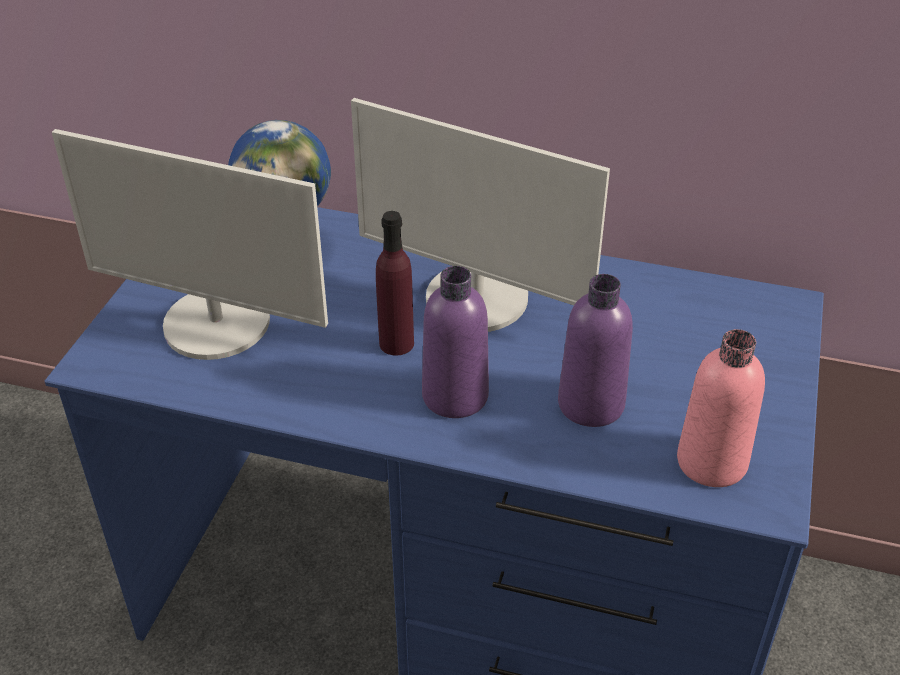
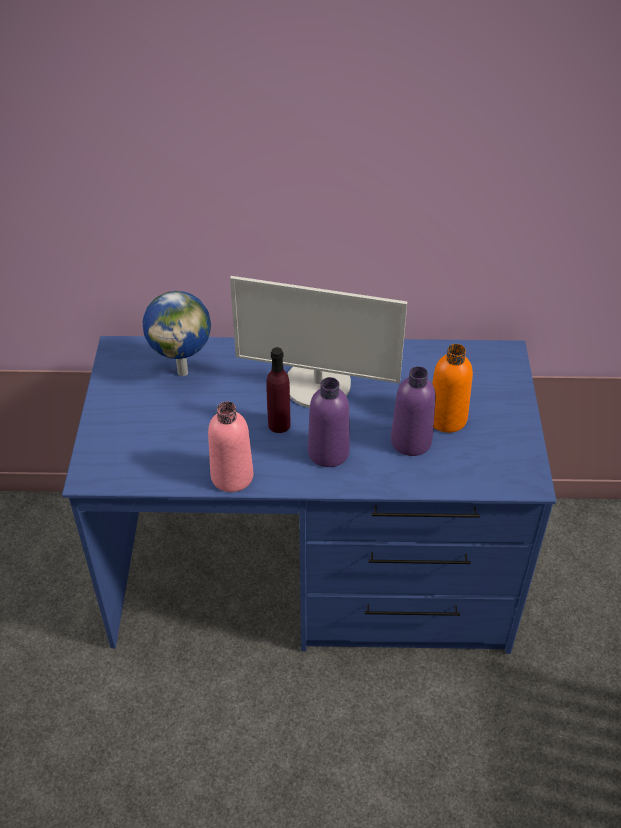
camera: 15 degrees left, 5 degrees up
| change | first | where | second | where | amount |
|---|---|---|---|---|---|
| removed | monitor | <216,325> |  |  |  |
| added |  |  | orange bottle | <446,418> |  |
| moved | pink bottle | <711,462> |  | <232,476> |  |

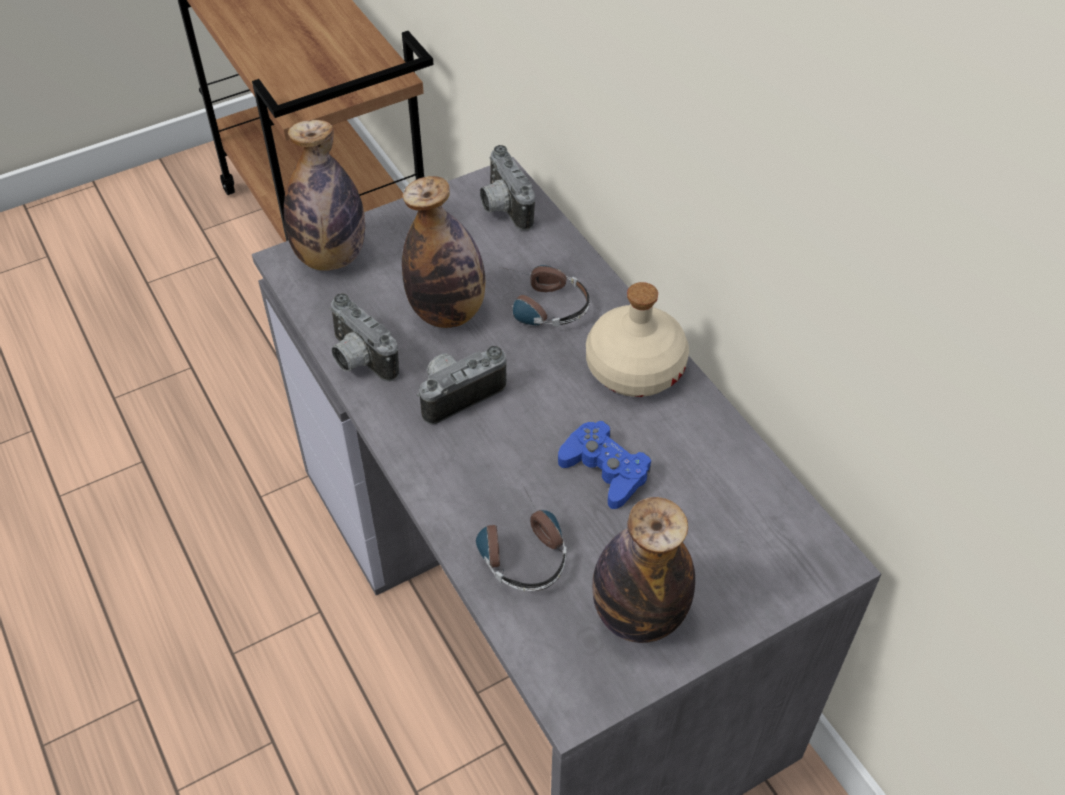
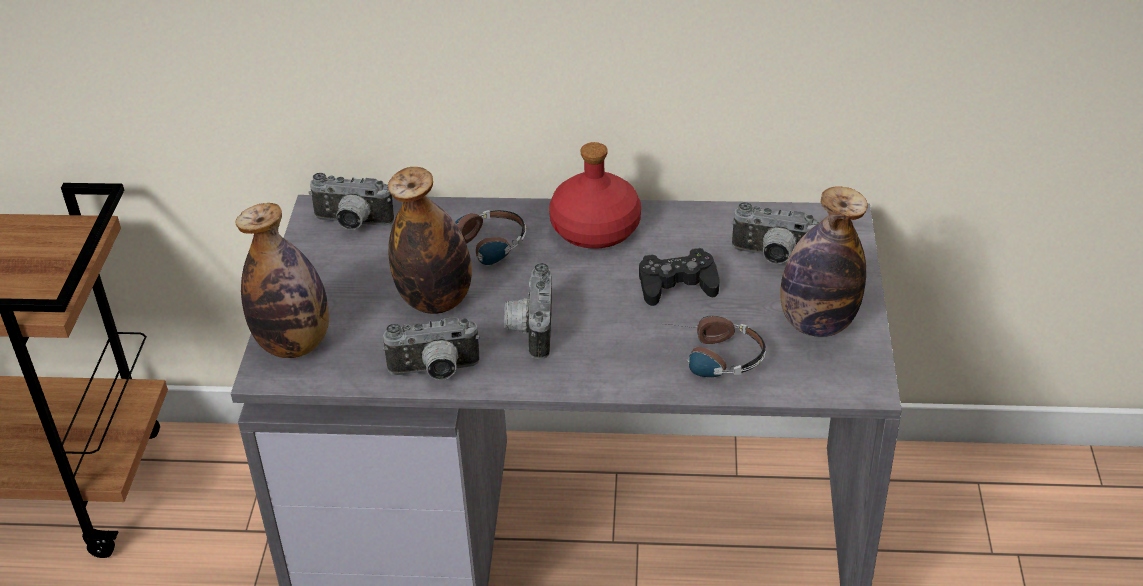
camera: 55 degrees left, 10 degrees down
| change | first | where | second | where | amount |
|---|---|---|---|---|---|
| added |  |  | photo camera | <772,257> |  |
| recoloured | blue game controller | <605,470> | black game controller | <677,285> |  |
| recoloured | beige bottle | <633,367> | red bottle | <594,229> |  |

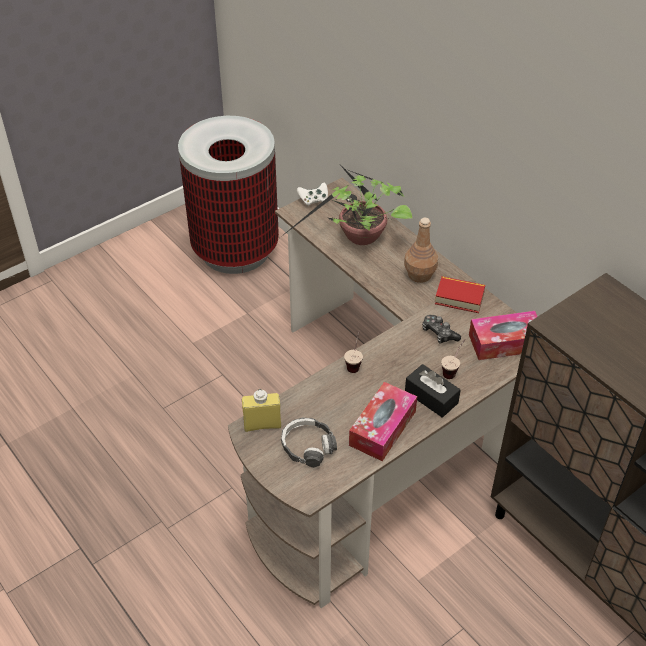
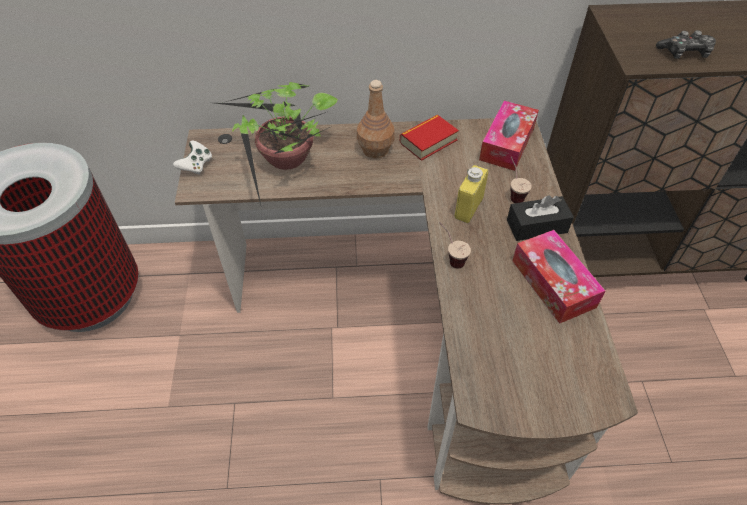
camera: 55 degrees left, 5 degrees up
| change | first | where | second | where | amount |
|---|---|---|---|---|---|
| removed | headphones | <308,446> |  |  |  |
| moved | yellow bottle | <262,424> |  | <468,208> |  |
| moved | game controller | <439,333> |  | <684,53> |  |

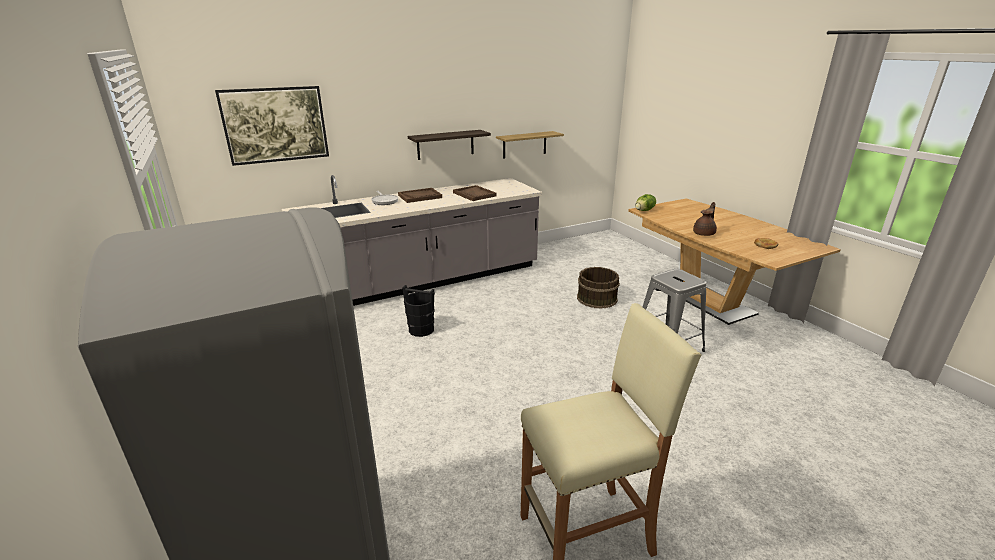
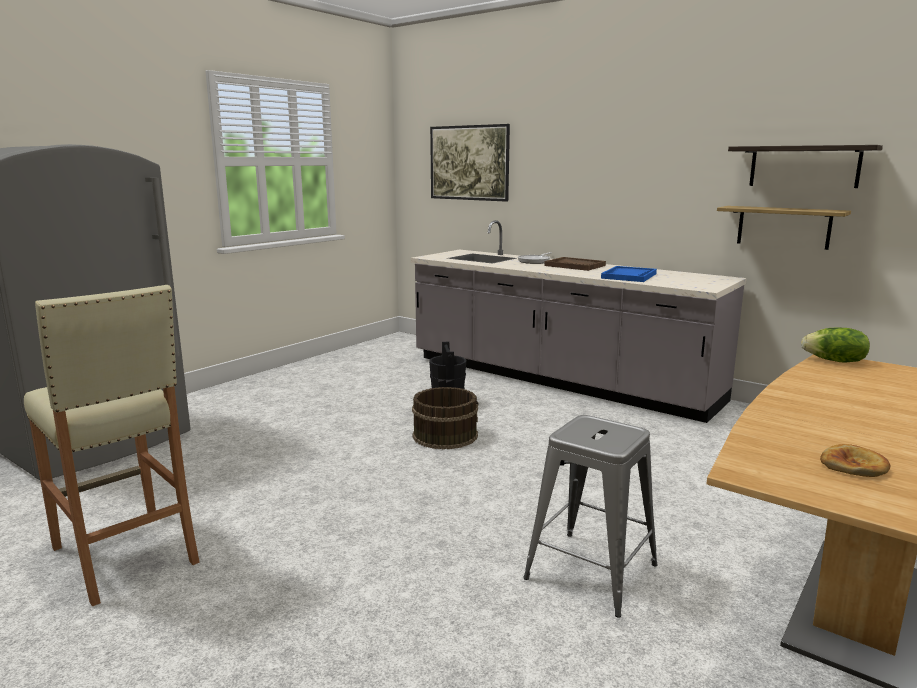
camera: 65 degrees right, 10 degrees down
| change | first | where | second | where | amount |
|---|---|---|---|---|---|
| removed | brown teapot | <704,233> |  |  |  |
| moved | shelf | <445,144> |  | <804,166> |  |
| moved | brown bucket | <596,298> |  | <445,435> |  |
| recoloured | brown tray | <474,194> | blue tray | <629,276> |  |

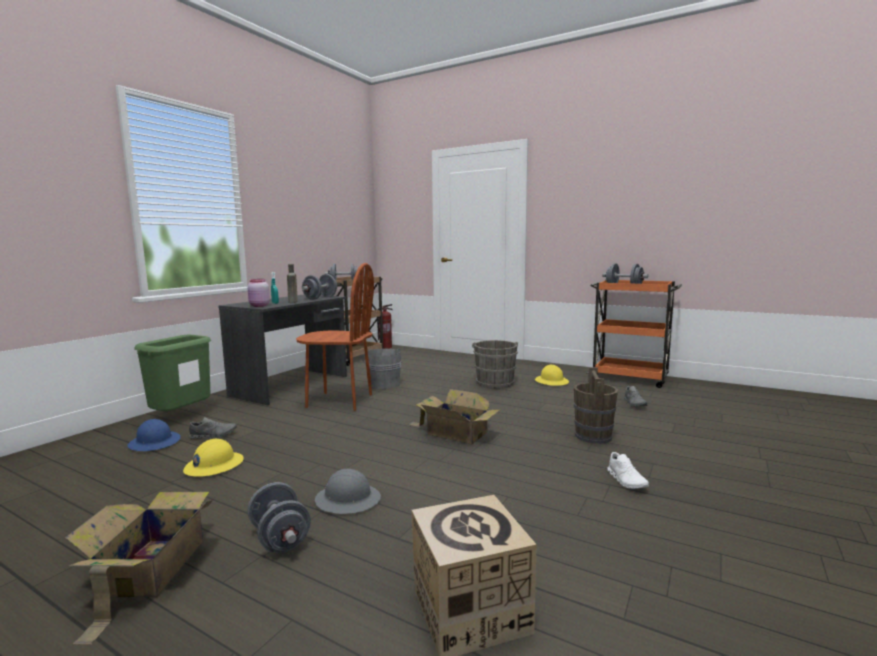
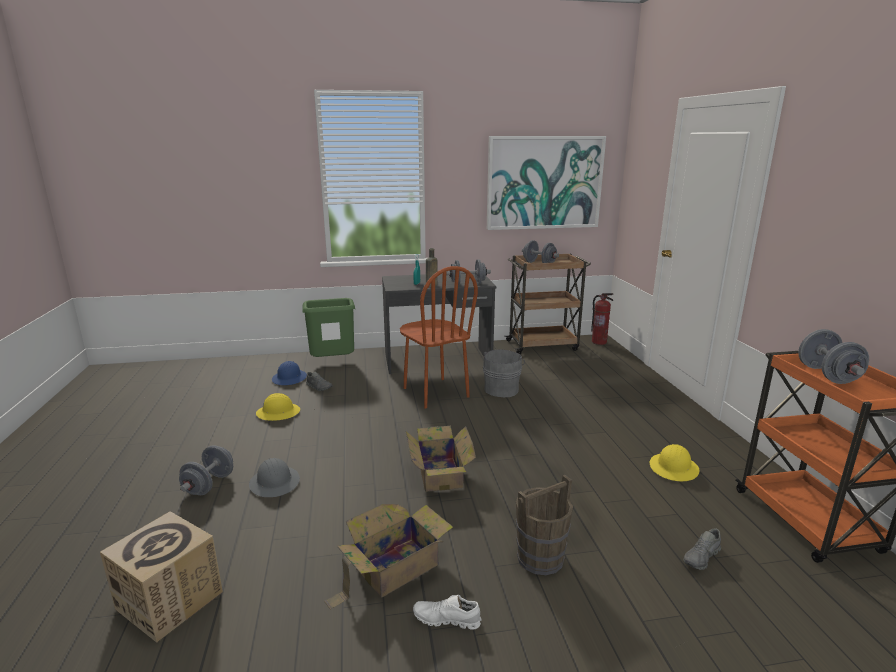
camera: 50 degrees right, 10 degrees up
| change | first | where | second | where | amount |
|---|---|---|---|---|---|
| removed | pink jar | <259,306> |  |  |  |
| removed | grey bucket | <495,382> |  |  |  |
| added |  |  | picture | <544,183> |  |
| moved | cardboard box | <149,570> |  | <393,568> |  |
| turned | white shoe | <626,481> |  | <446,619> | 60 degrees clockwise |

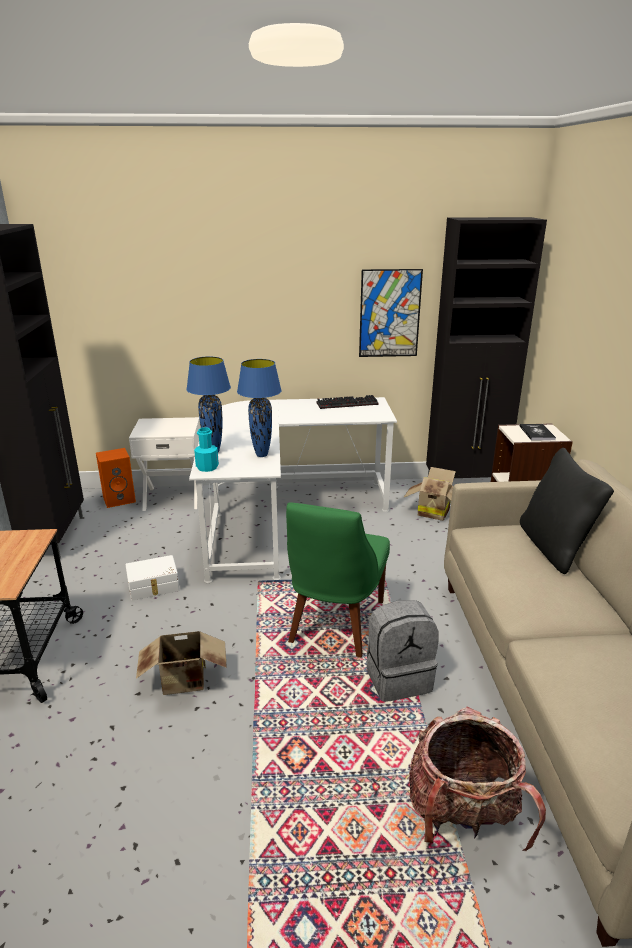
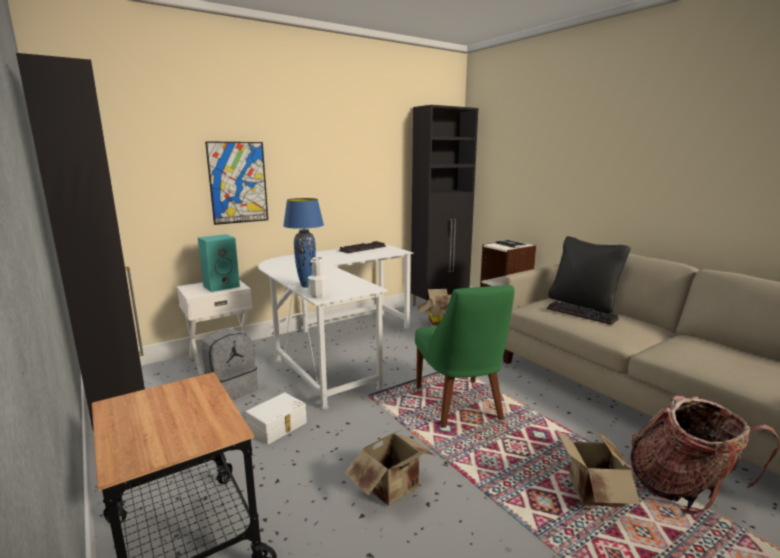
camera: 30 degrees left, 10 degrees down
| change | first | where | second | where | amount |
|---|---|---|---|---|---|
| removed | orange speaker | <120,499> |  |  |  |
| removed | blue table lamp | <262,455> |  |  |  |
| added |  |  | turquoise speaker | <222,286> |  |
| added |  |  | keyboard | <583,314> |  |
| added |  |  | cardboard box | <591,493> |  |
| moved | picture | <389,313> |  | <238,183> |  |
| moved | grey backpack | <398,677> |  | <231,389> |  |
| recoloured | turquoise bottle | <207,467> | white bottle | <319,295> |  |

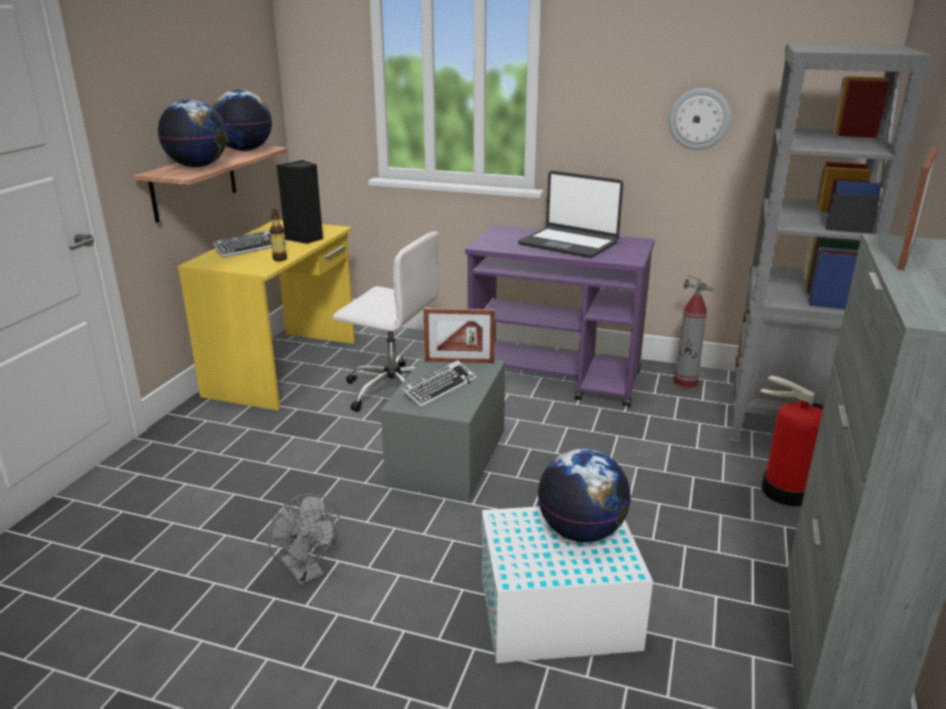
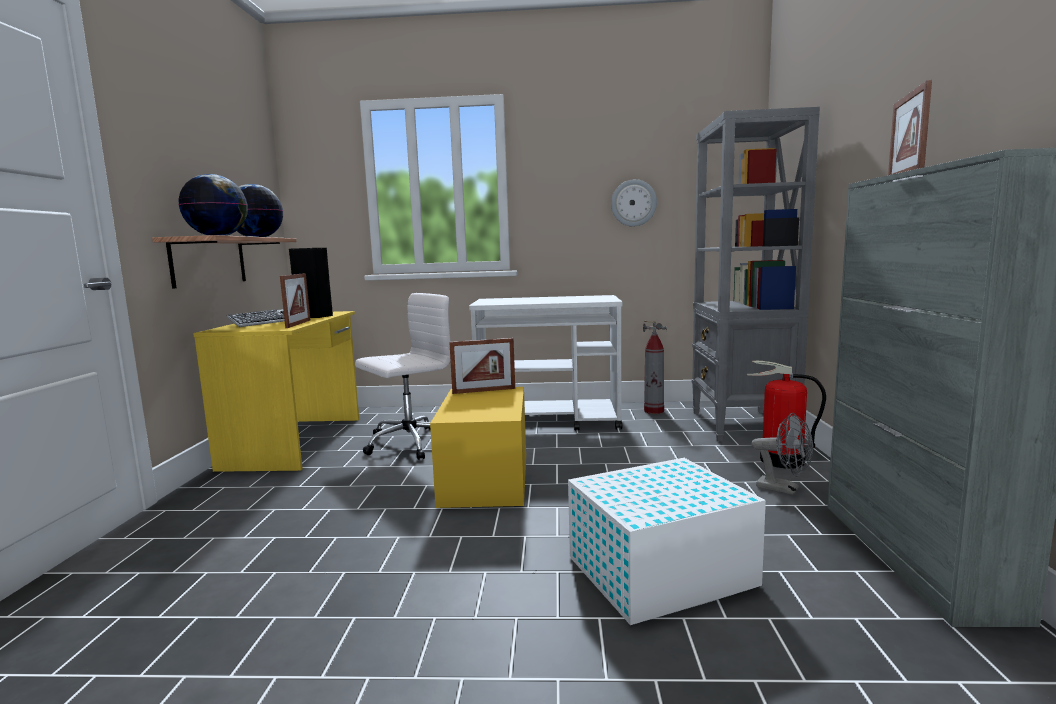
camera: 15 degrees left, 15 degrees down
| change | first | where | second | where | amount |
|---|---|---|---|---|---|
| removed | keyboard | <439,388> |  |  |  |
| removed | laptop | <569,244> |  |  |  |
| removed | globe | <581,532> |  |  |  |
| moved | grey fan | <306,573> |  | <784,489> |  |
| replaced | bottle | <280,259> | picture frame | <298,324> |  |
| recoloured | grey storage box | <448,456> | yellow storage box | <485,479> |  |
| recoloured | purple cart | <556,378> | white cart | <550,420> |  |
| turned | white office chair | <391,390> |  | <408,444> | 45 degrees counterclockwise |

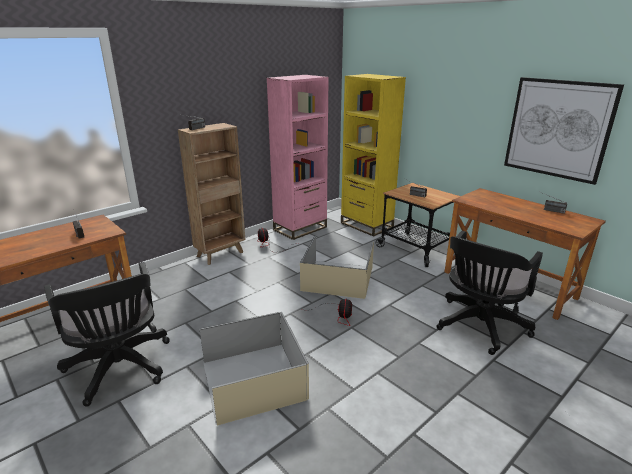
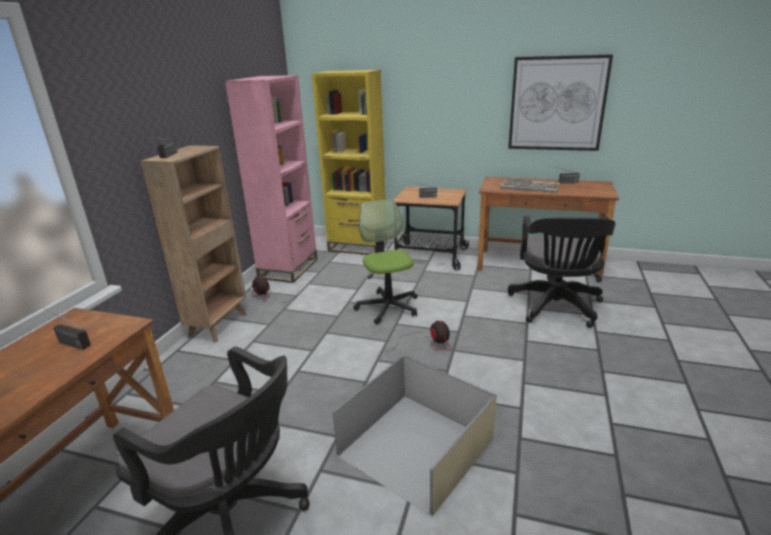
camera: 30 degrees left, 0 degrees up
| change | first | where | second | where | amount |
|---|---|---|---|---|---|
| added |  |  | keyboard | <530,187> |  |
| replaced | beige storage box | <339,278> | office chair | <388,307> |  |

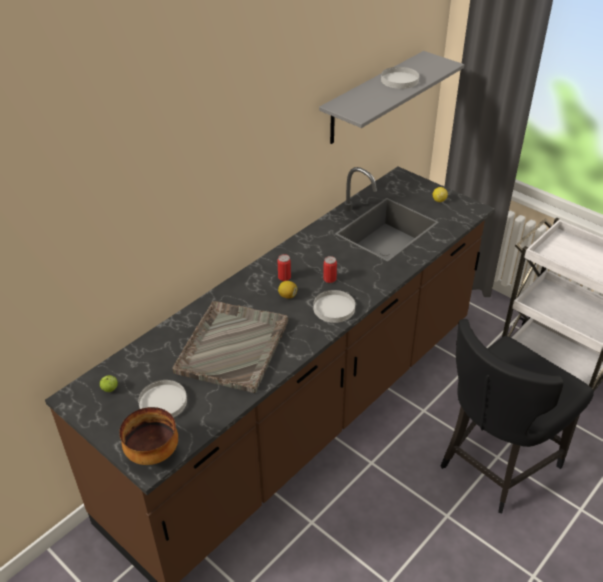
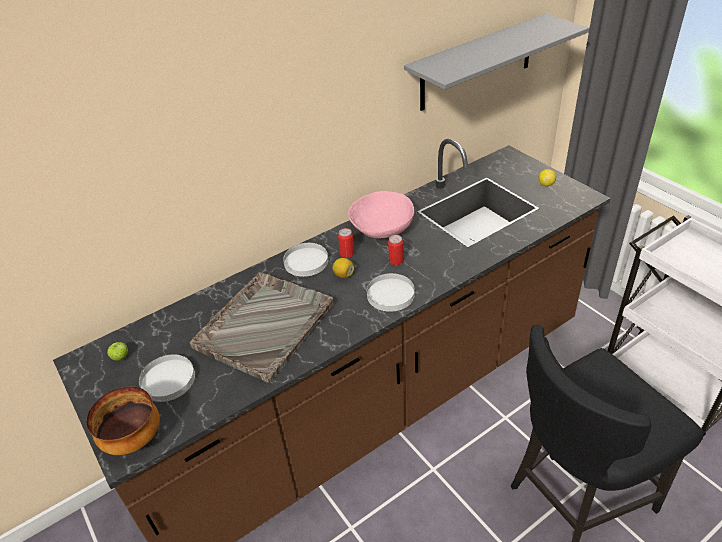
camera: 15 degrees right, 0 degrees up
| change | first | where | second | where | amount |
|---|---|---|---|---|---|
| added |  |  | pink bowl | <382,227> |  |
| moved | white plate | <399,80> |  | <306,261> |  |

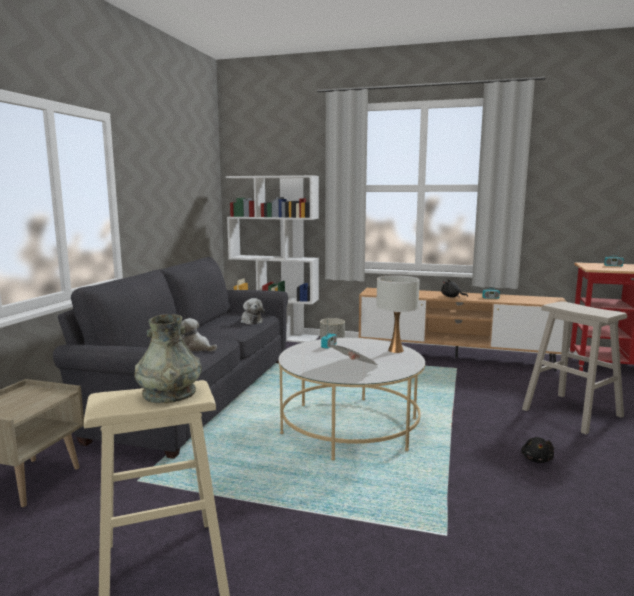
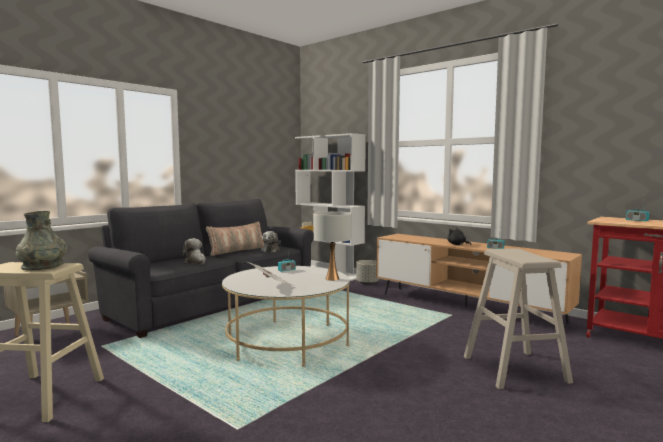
camera: 25 degrees right, 5 degrees down
| change | first | where | second | where | amount |
|---|---|---|---|---|---|
| removed | black plush toy | <536,459> |  |  |  |
| added |  |  | pillow | <237,251> |  |

